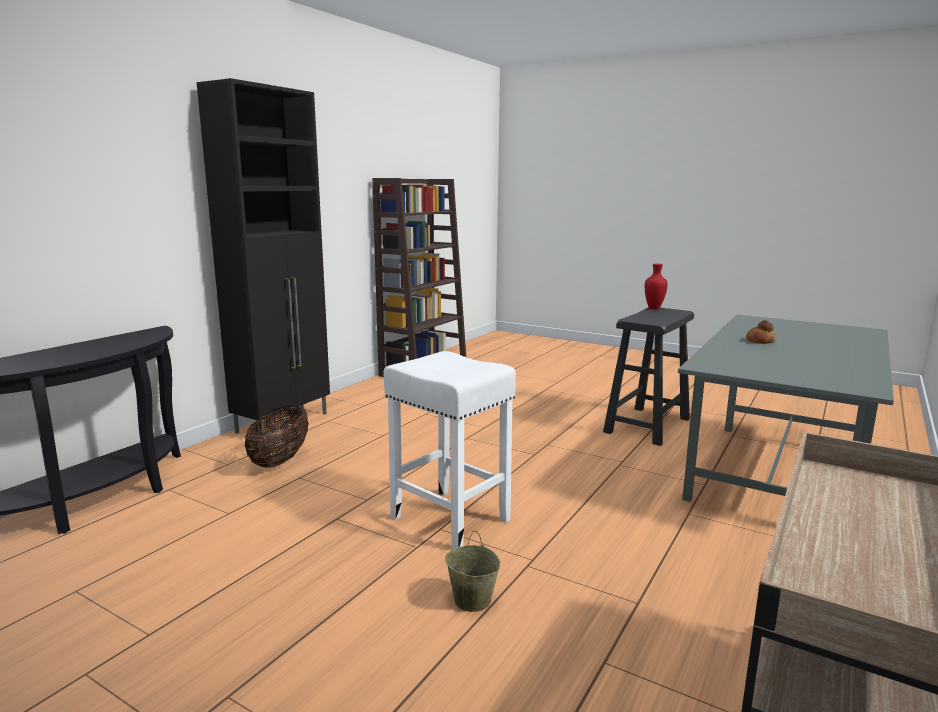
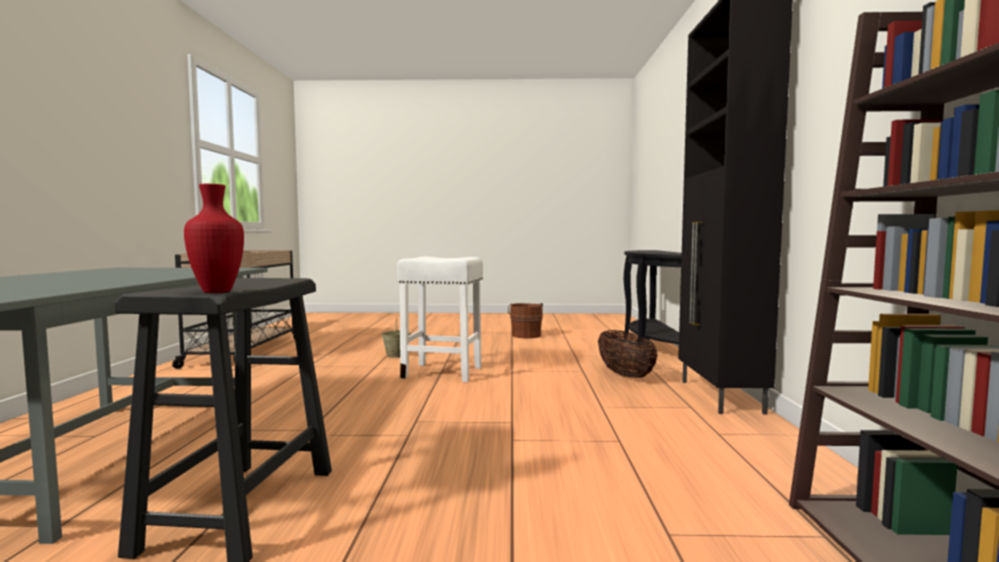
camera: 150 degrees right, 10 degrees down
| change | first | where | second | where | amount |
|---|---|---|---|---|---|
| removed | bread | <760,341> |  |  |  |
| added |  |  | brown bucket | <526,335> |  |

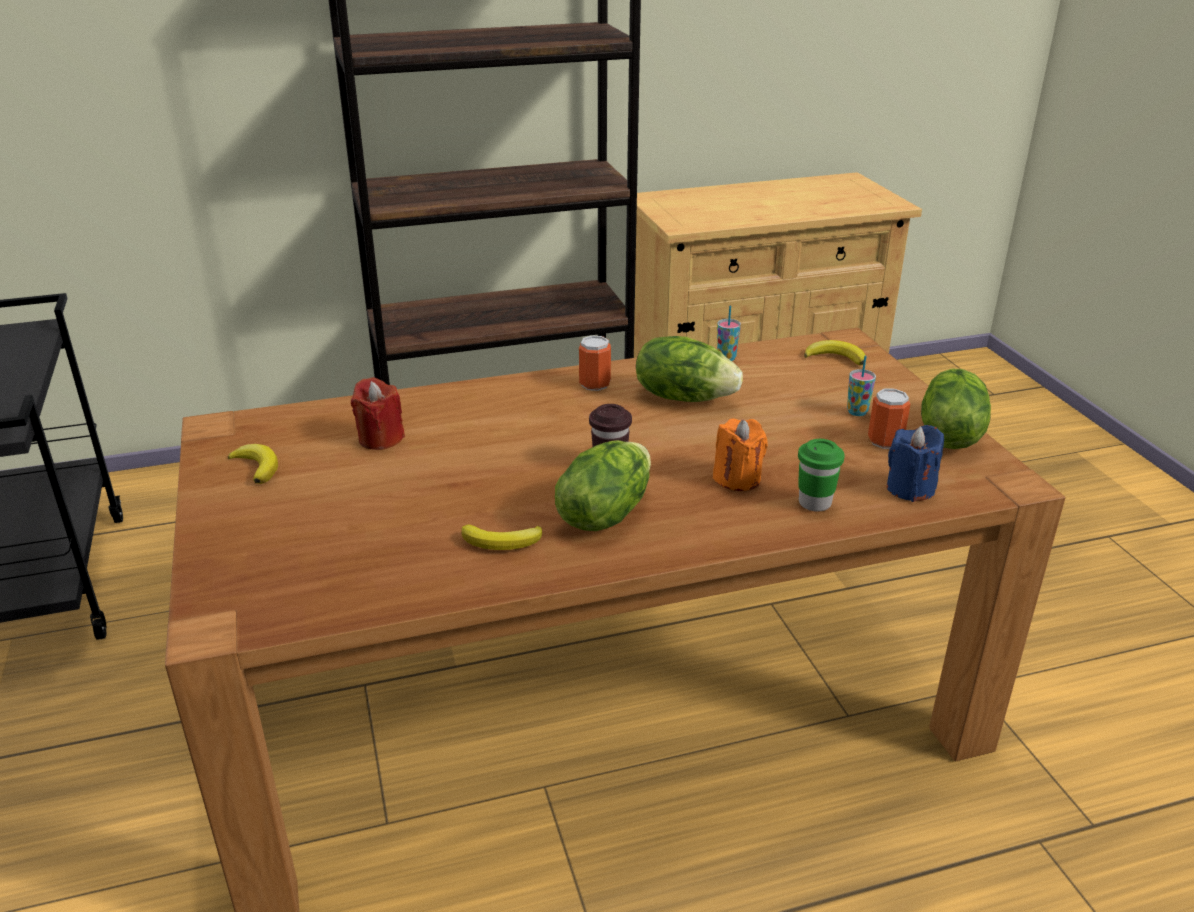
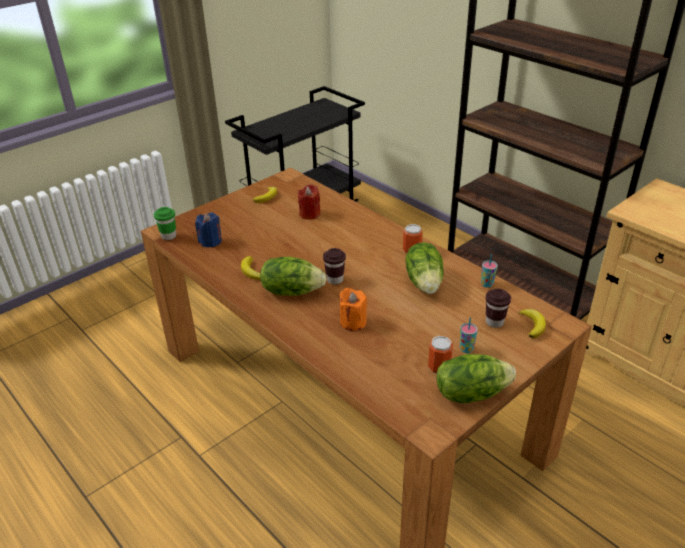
camera: 65 degrees right, 5 degrees up
| change | first | where | second | where | amount |
|---|---|---|---|---|---|
| added |  |  | brown cup | <494,322> |  |
| moved | green cup | <814,503> |  | <169,236> |  |
| moved | blue candle | <910,488> |  | <210,241> |  |

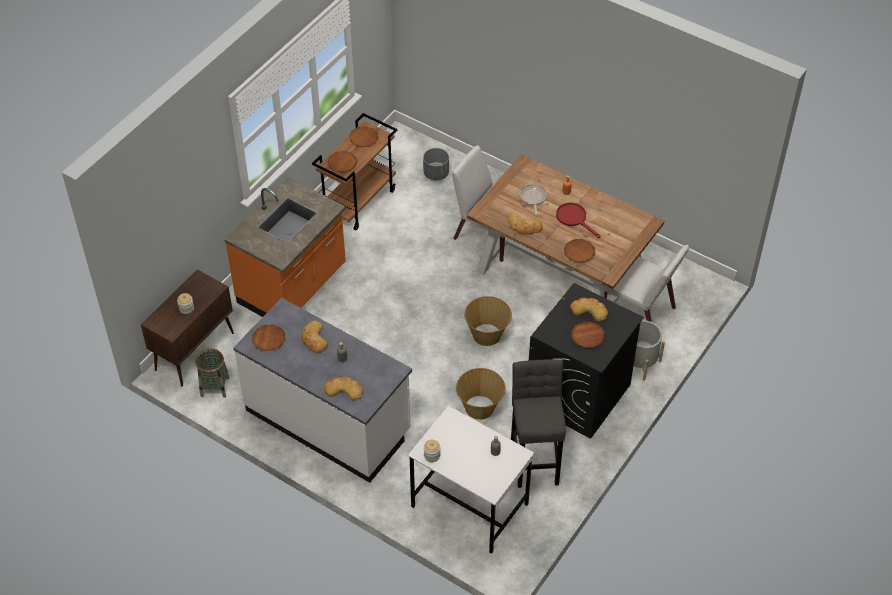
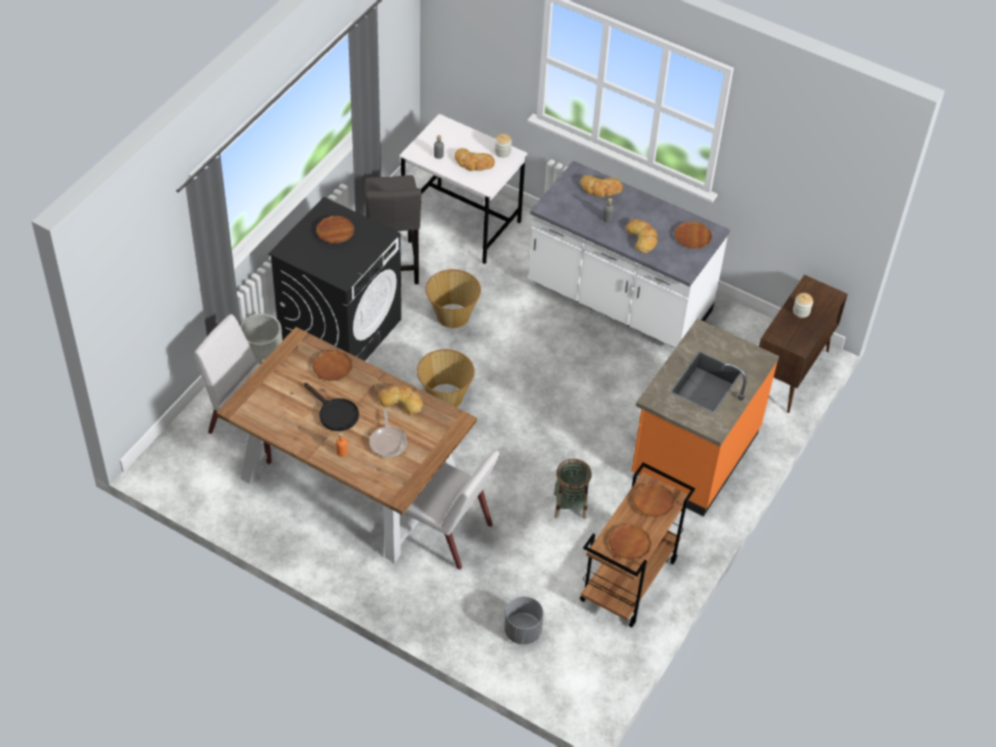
camera: 175 degrees right, 0 degrees up
| change | first | where | second | where | amount |
|---|---|---|---|---|---|
| moved | basket | <215,386> |  | <570,505> |  |
| moved | bread | <589,310> |  | <473,163> |  |
| recoloured | red frying pan | <574,218> | black frying pan | <334,413> |  |

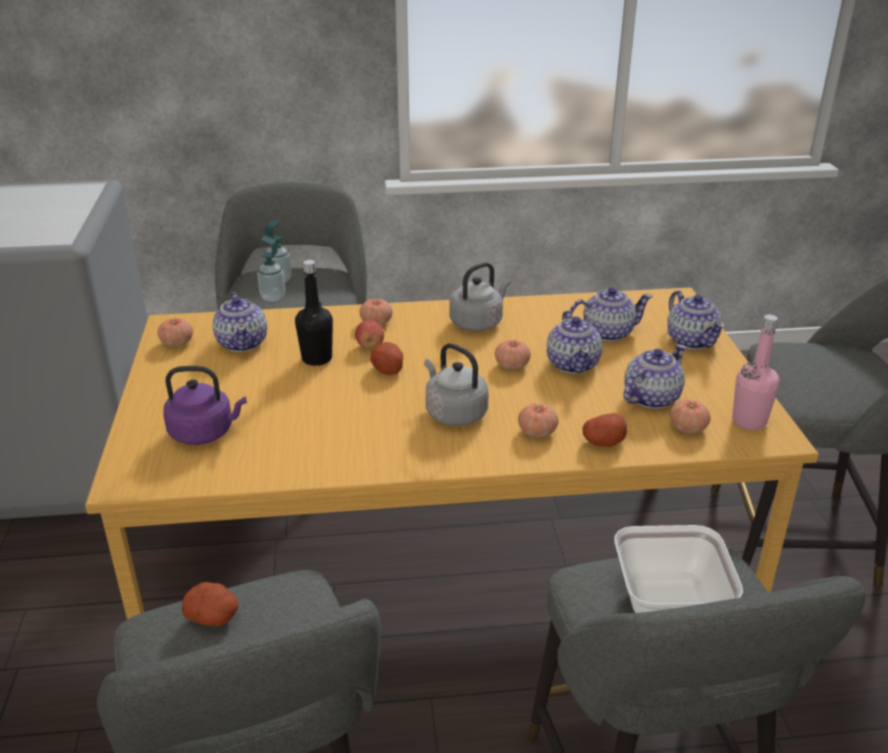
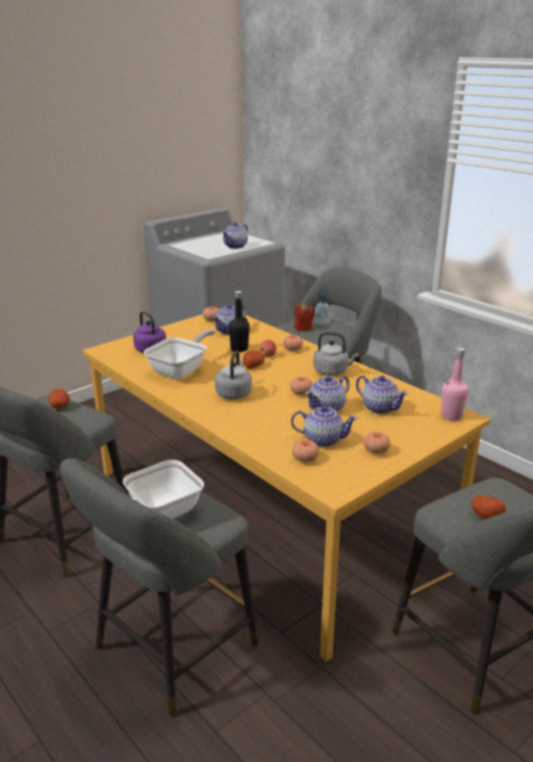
camera: 55 degrees right, 5 degrees down
| change | first | where | second | where | amount |
|---|---|---|---|---|---|
| added |  |  | frying pan | <181,370> |  |
| moved | tomato | <537,432> |  | <376,450> |  |
| moved | potato | <603,442> |  | <486,515> |  |
| moved | teapot | <691,340> |  | <236,246> |  |
| moved | pink bottle | <749,421> |  | <451,416> |  |
| replaced | soap dispenser | <273,297> | red candle | <303,328> |  |

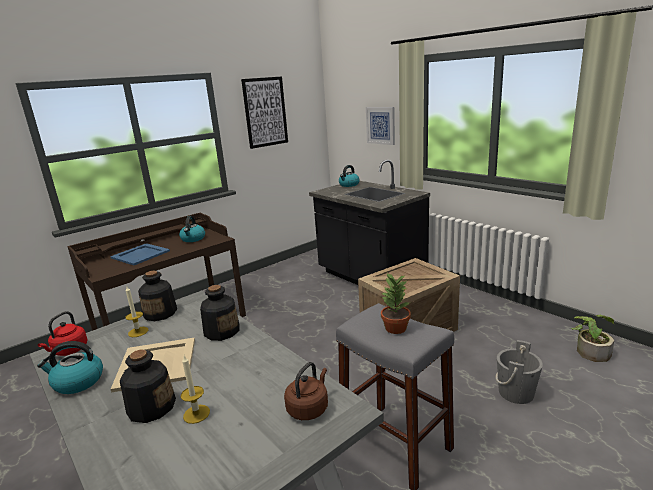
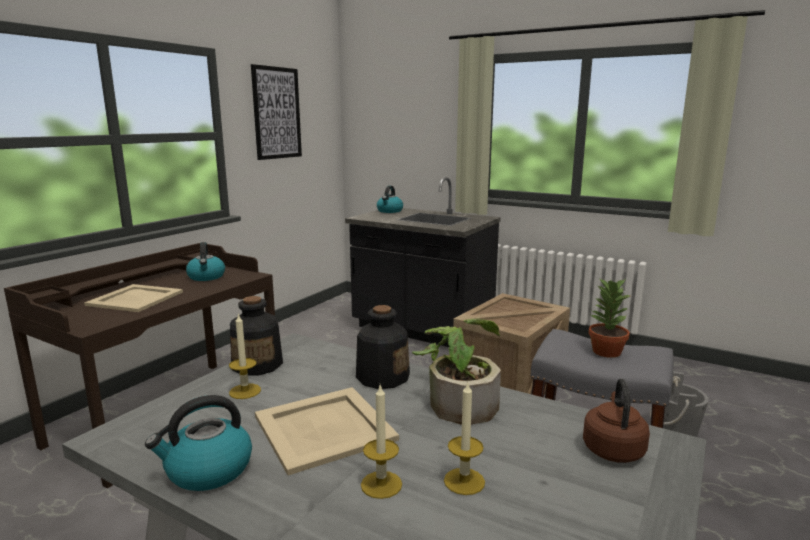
camera: 20 degrees left, 5 degrees down
| change | first | where | second | where | amount |
|---|---|---|---|---|---|
| removed | red kettle | <69,351> |  |  |  |
| removed | picture | <381,125> |  |  |  |
| moved | potted plant | <590,350> |  | <459,402> |  |
| replaced | bottle | <151,407> | candle | <381,484> |  |
| recoloured | blue tray | <140,254> | beige tray | <134,298> |  |

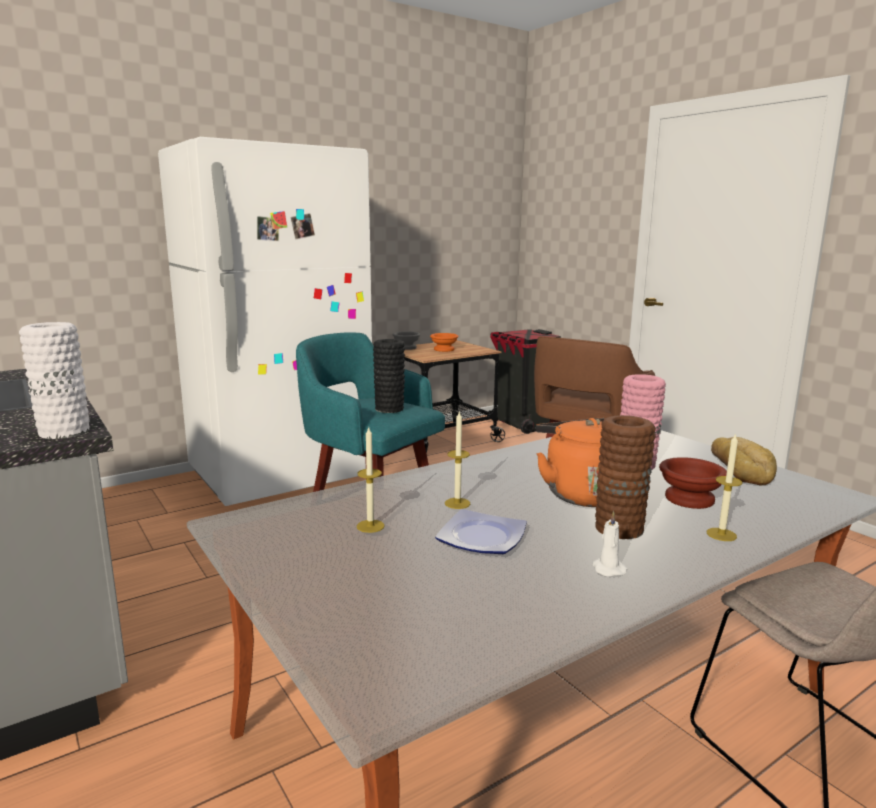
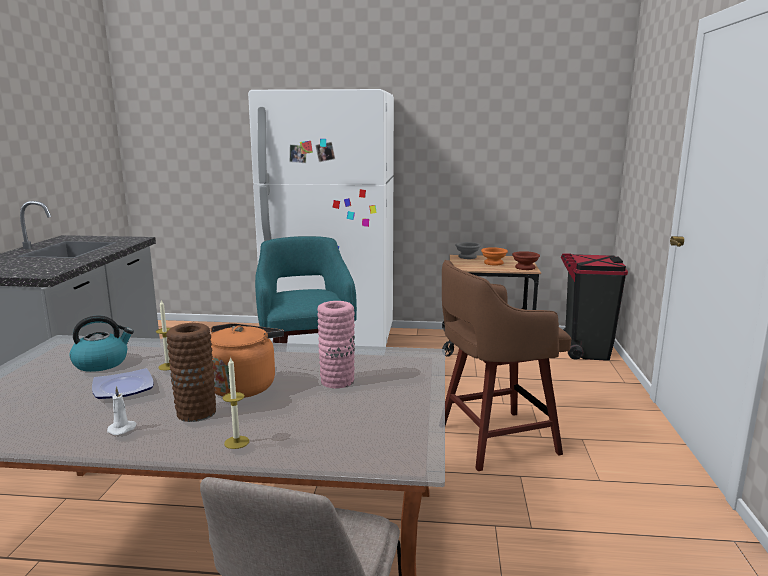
camera: 40 degrees right, 0 degrees up
| change | first | where | second | where | amount |
|---|---|---|---|---|---|
| removed | white vase | <63,432> |  |  |  |
| removed | black vase | <389,409> |  |  |  |
| removed | bread | <741,468> |  |  |  |
| moved | brown bowl | <687,499> |  | <524,267> |  |
| replaced | candle | <370,526> | kettle | <102,363> |  |

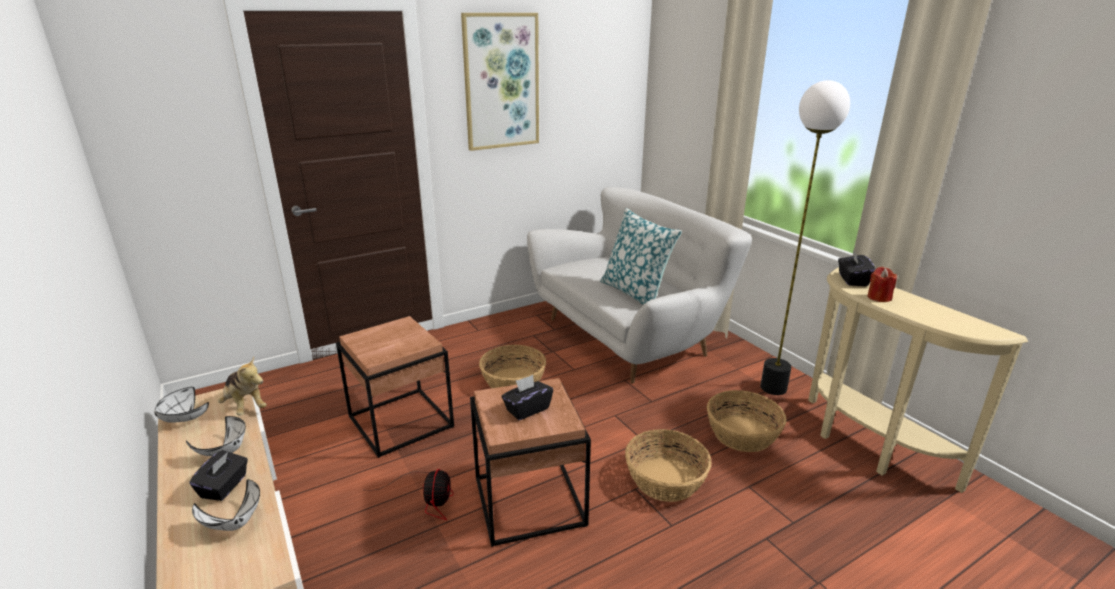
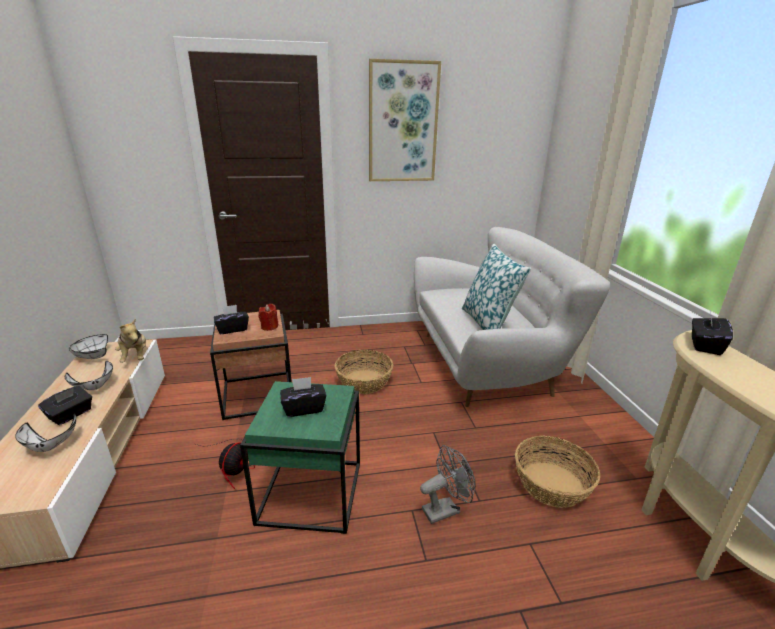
camera: 20 degrees right, 0 degrees up
| change | first | where | second | where | amount |
|---|---|---|---|---|---|
| removed | floor lamp | <774,388> |  |  |  |
| added |  |  | black tissue box | <232,329> |  |
| moved | red candle | <879,297> |  | <269,327> |  |
| replaced | basket | <664,479> | grey fan | <445,509> |  |
| recoloured | brown side table | <528,501> | green side table | <310,492> |  |

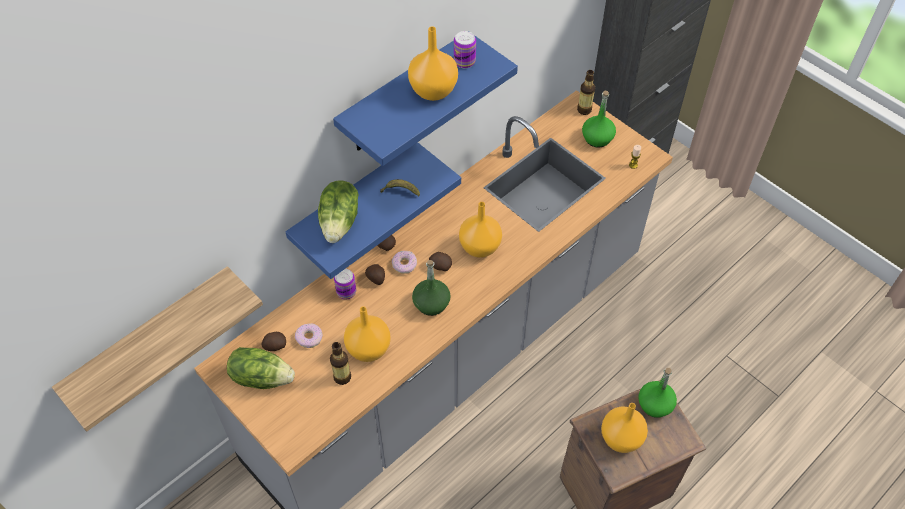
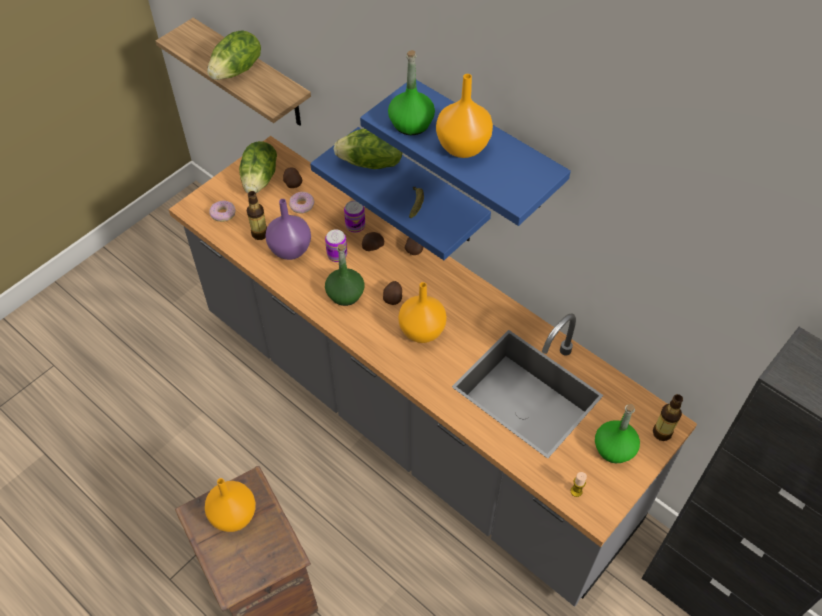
camera: 85 degrees right, 0 degrees up
| change | first | where | second | where | amount |
|---|---|---|---|---|---|
| added |  |  | lettuce | <237,70> |  |
| moved | donut | <404,264> |  | <223,214> |  |
| moved | can | <464,61> |  | <337,255> |  |
| moved | green bottle | <655,405> |  | <411,124> |  |
| recoloured | orange vase | <367,349> | purple vase | <290,249> |  |

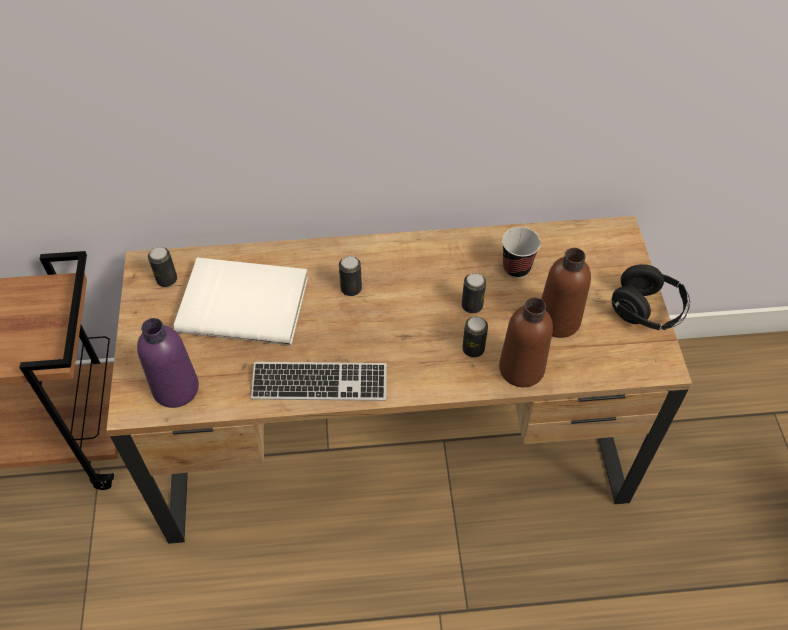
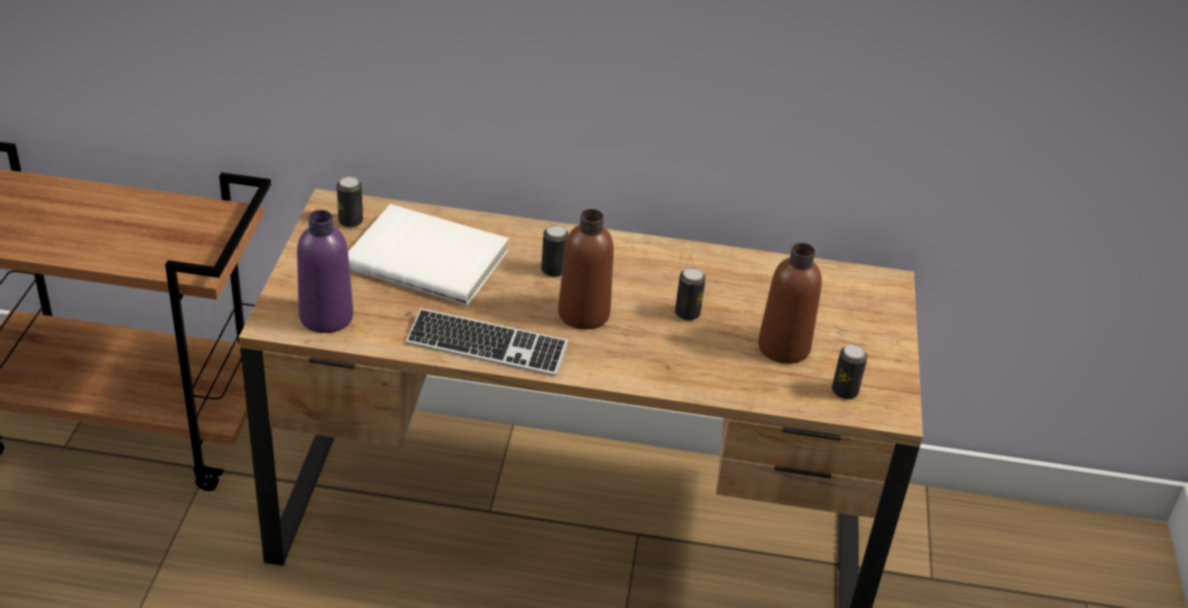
camera: 10 degrees right, 15 degrees down
| change | first | where | second | where | amount |
|---|---|---|---|---|---|
| removed | cup | <516,268> |  |  |  |
| removed | black headphones | <646,311> |  |  |  |
| moved | can | <473,349> |  | <844,391> |  |
| moved | brown bottle | <521,369> |  | <583,313> |  |

